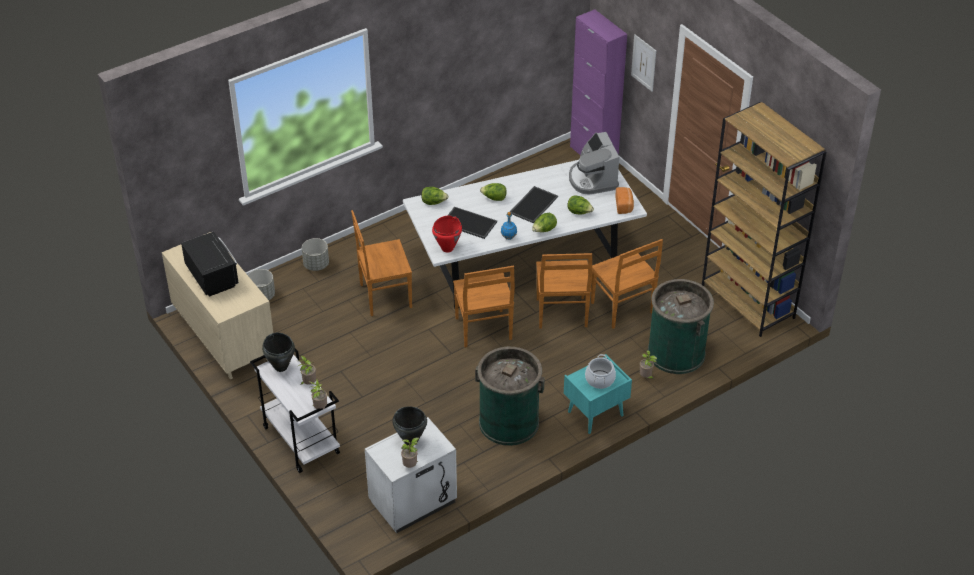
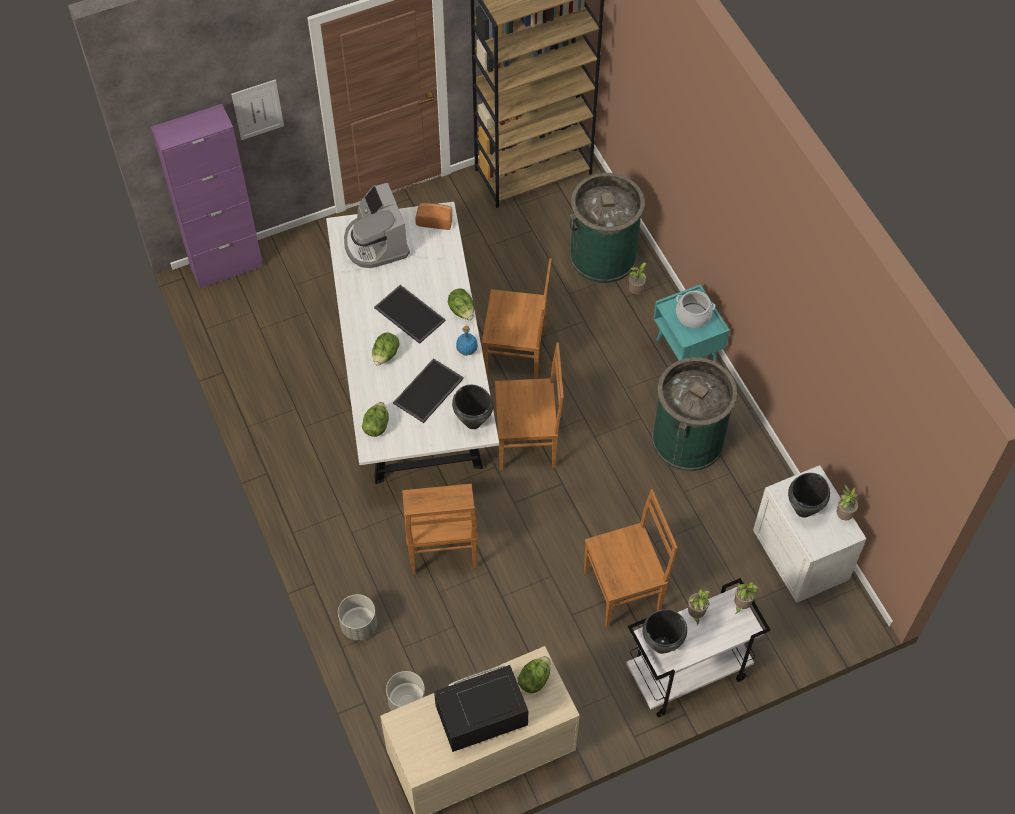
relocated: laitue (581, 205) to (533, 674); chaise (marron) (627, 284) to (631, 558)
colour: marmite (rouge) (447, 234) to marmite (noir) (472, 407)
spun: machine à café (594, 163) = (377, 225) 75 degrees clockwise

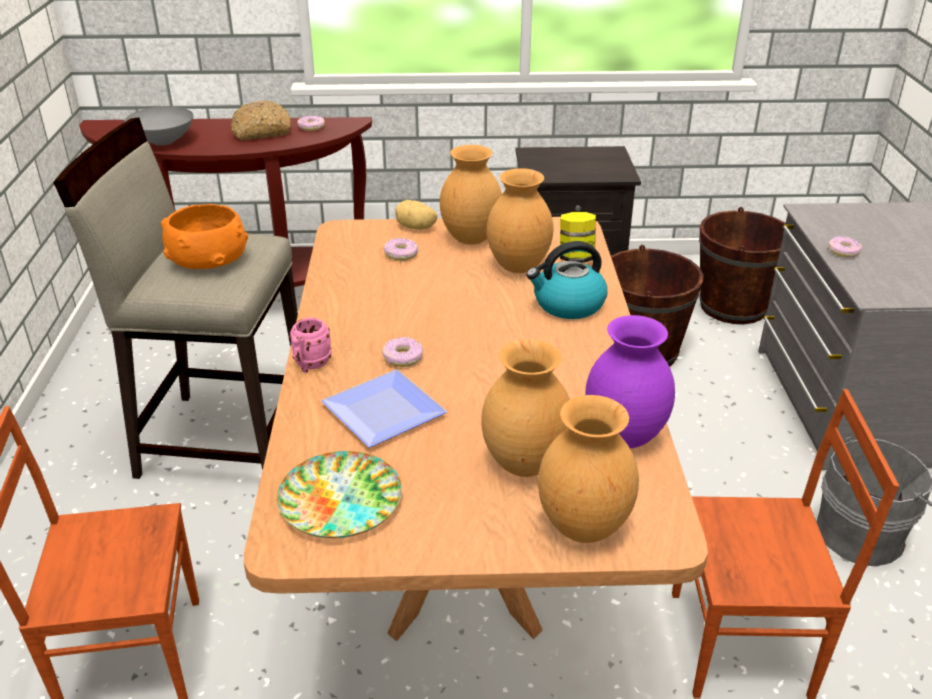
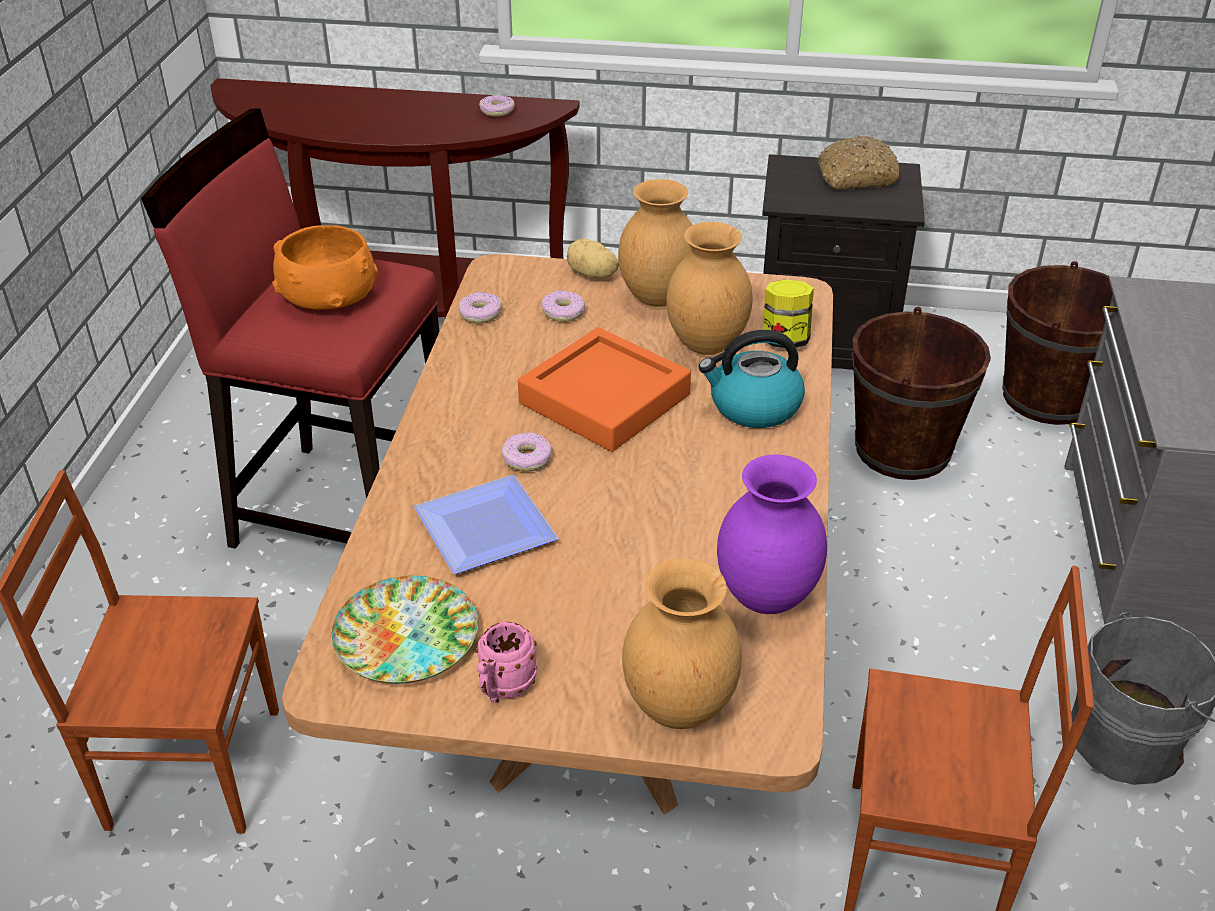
missing: bol (gris) (158, 126); vase (marron) (525, 408)
appeared: plateau (orange) (604, 389)
relocated: beignet (845, 247) to (480, 307); mug (rose) (310, 345) to (506, 662); pain (261, 120) to (858, 163)
colour: tabouret (beige) (175, 298) to tabouret (rouge) (290, 328)

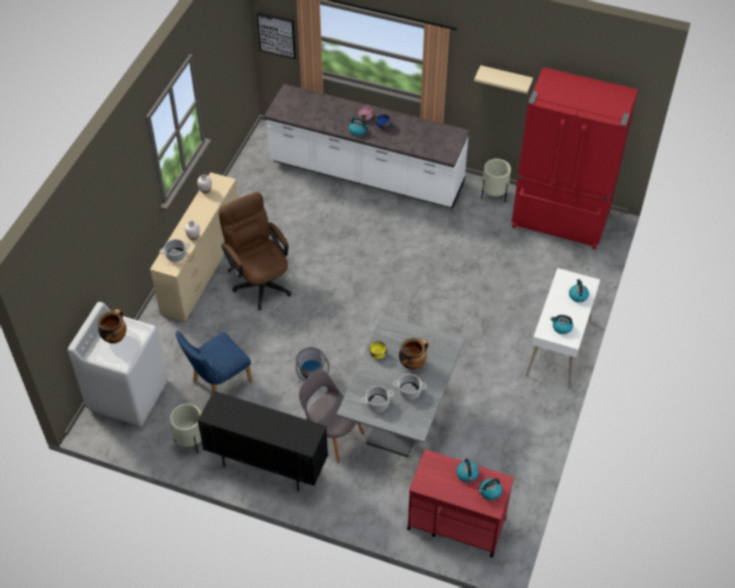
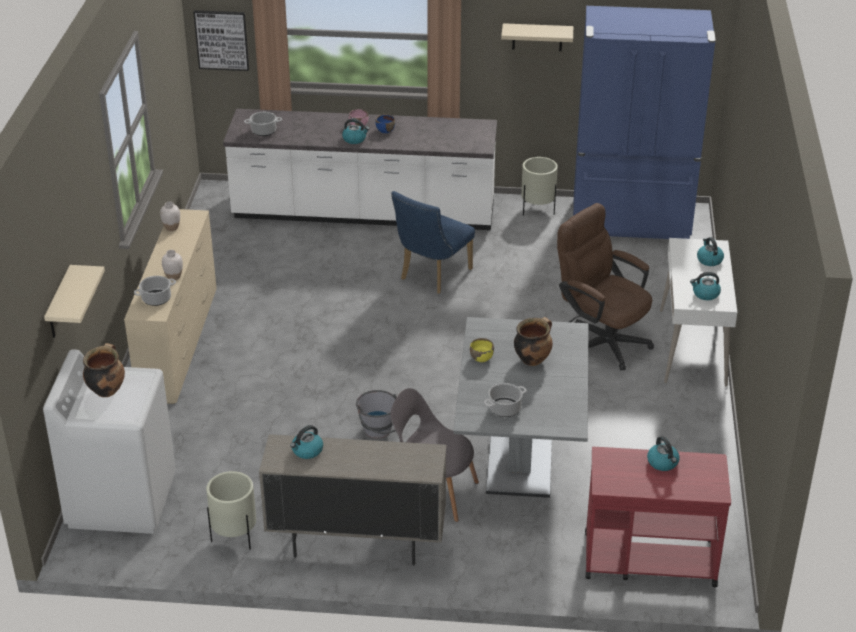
appeared: étagère (beige) (74, 301)
relocated: marmite (410, 386) to (263, 124); bouilloire (490, 489) to (306, 442); chaise (bleu) (213, 361) to (433, 242); chaise de bureau (marron) (255, 251) to (605, 286)
colour: meuble de rangement (noir) (263, 441) to meuble de rangement (beige) (353, 499); réfrigérateur (rouge) (575, 158) to réfrigérateur (bleu) (644, 122)

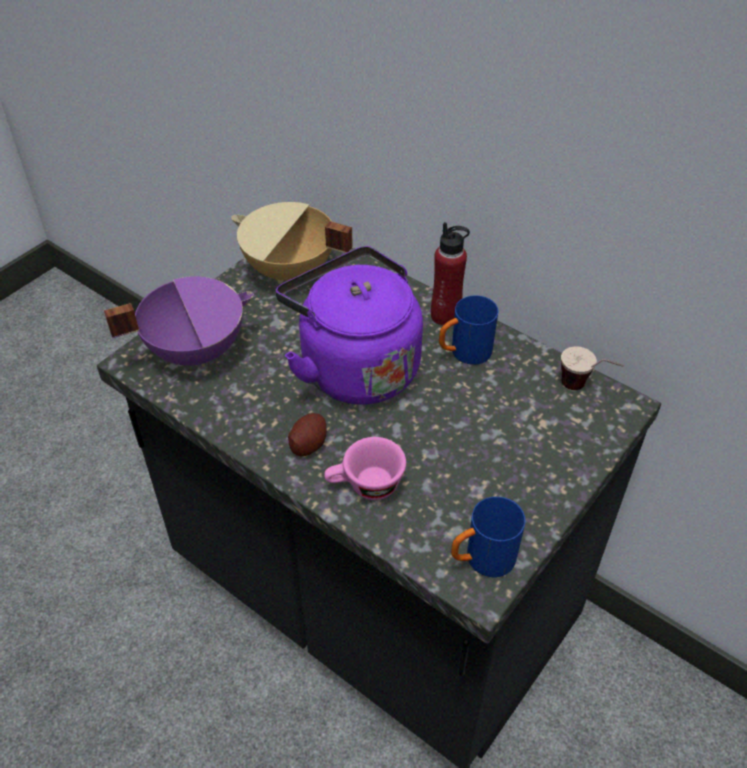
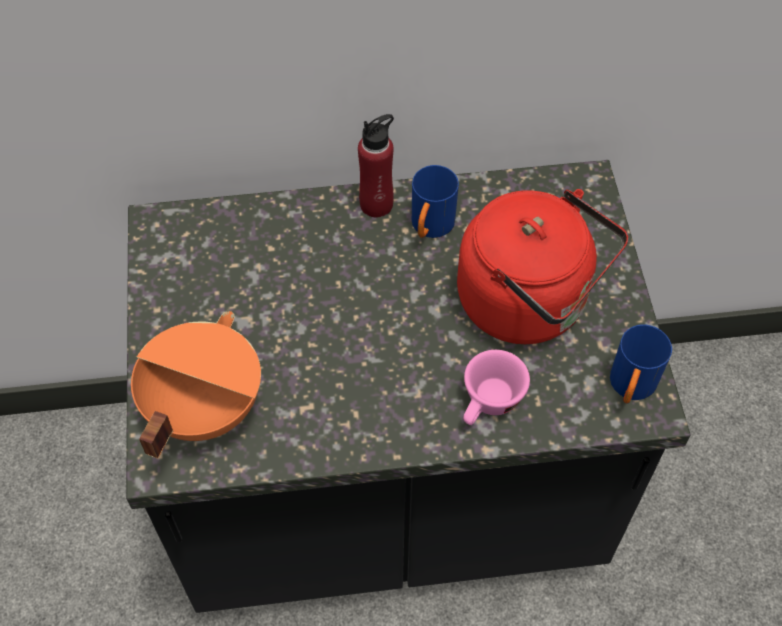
missing: marmite (beige) (292, 243); bouilloire (violet) (349, 325); pomme de terre (307, 434); tasse (592, 368)
appeared: bouilloire (rouge) (542, 266)
colour: marmite (violet) (179, 321) to marmite (orange) (196, 385)

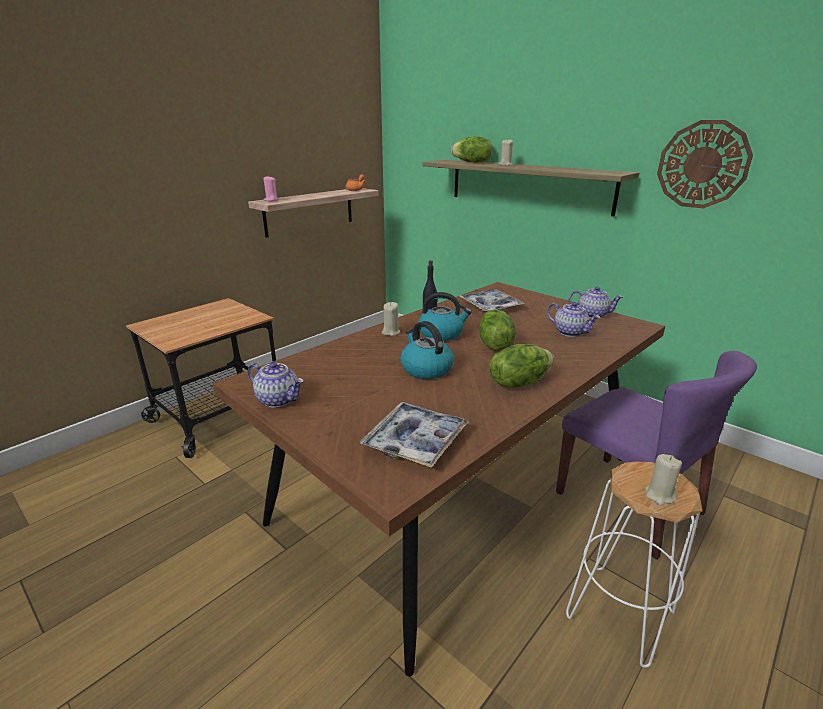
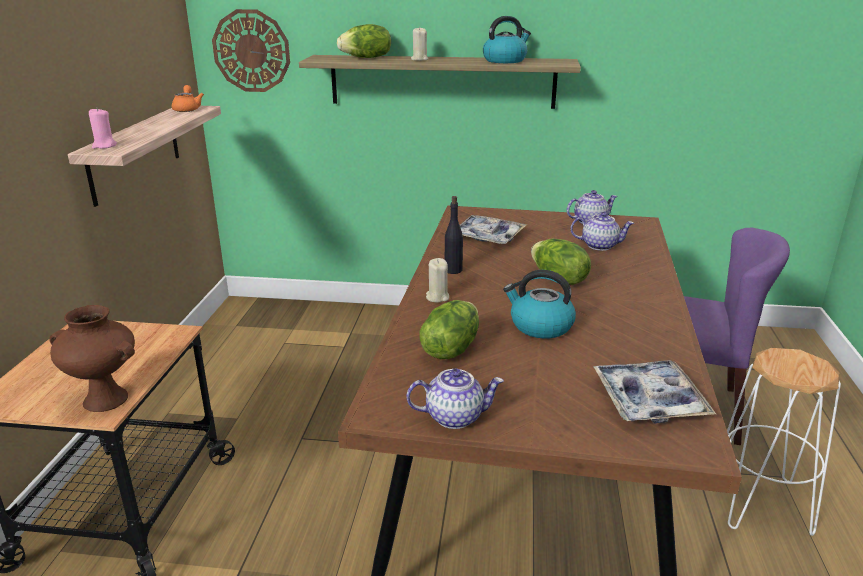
missing: bougie (beige) (664, 479)
appeared: vase (marron) (92, 358)
relocated: horloge murale (705, 164) to (251, 50); laitue (521, 366) to (449, 329); bouilloire (445, 316) to (507, 39)

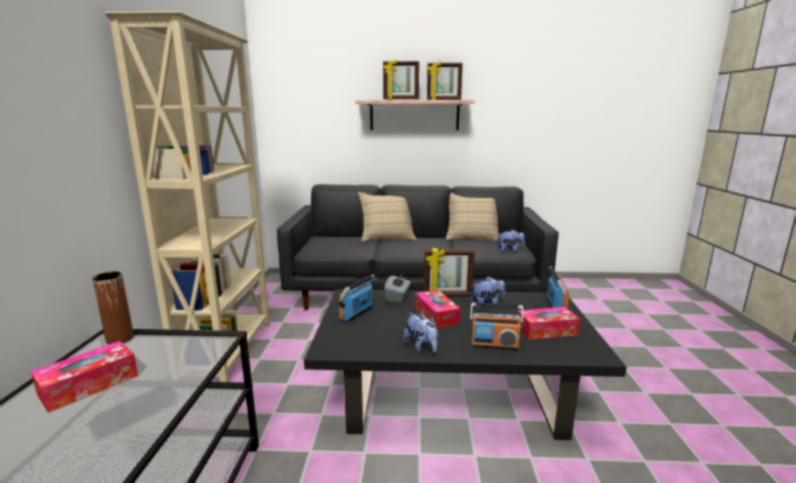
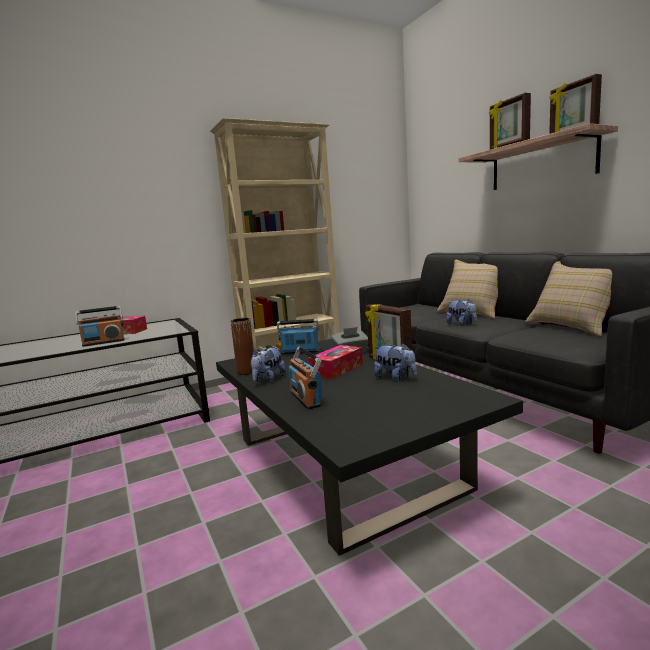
missing: boîte à mouchoirs (548, 323)
relocated: radio (558, 287) to (100, 326); vase (marron) (113, 308) to (242, 346); peluche (511, 241) to (461, 312)

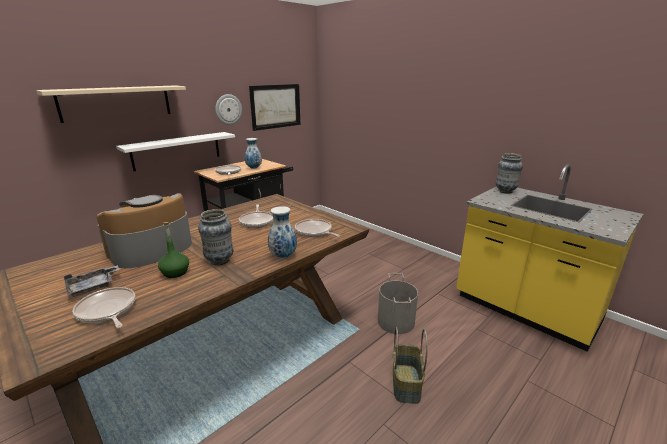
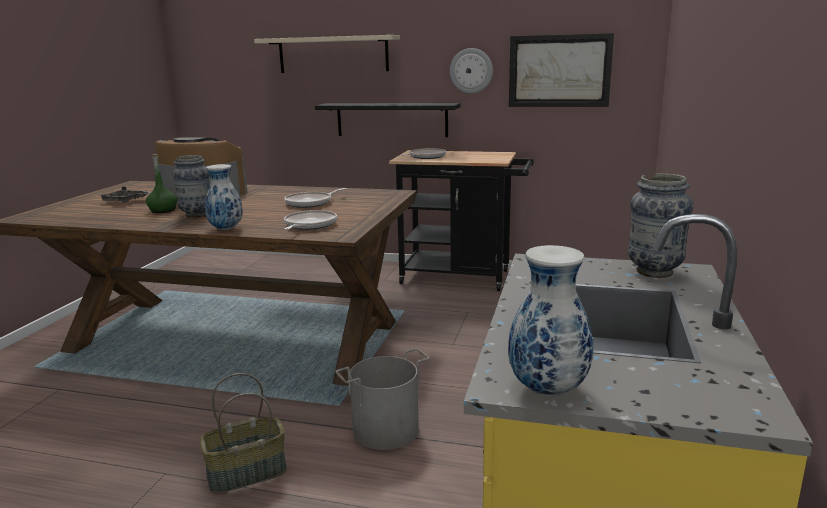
missing: poêle (103, 307)
relocated: vase (253, 153) to (550, 321)
colour: étagère (blanc) (175, 151) to étagère (noir) (387, 120)

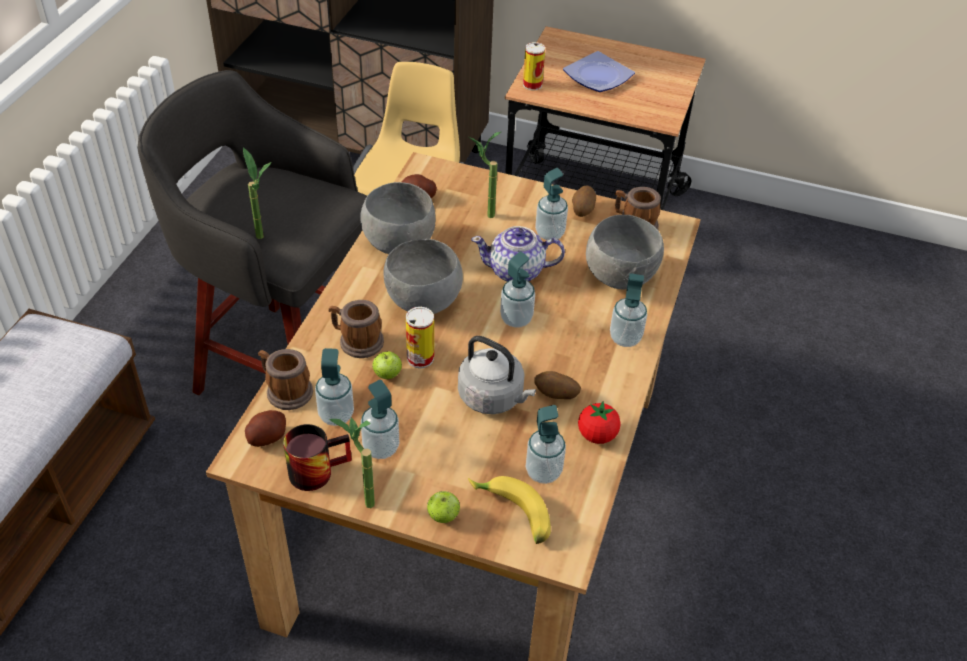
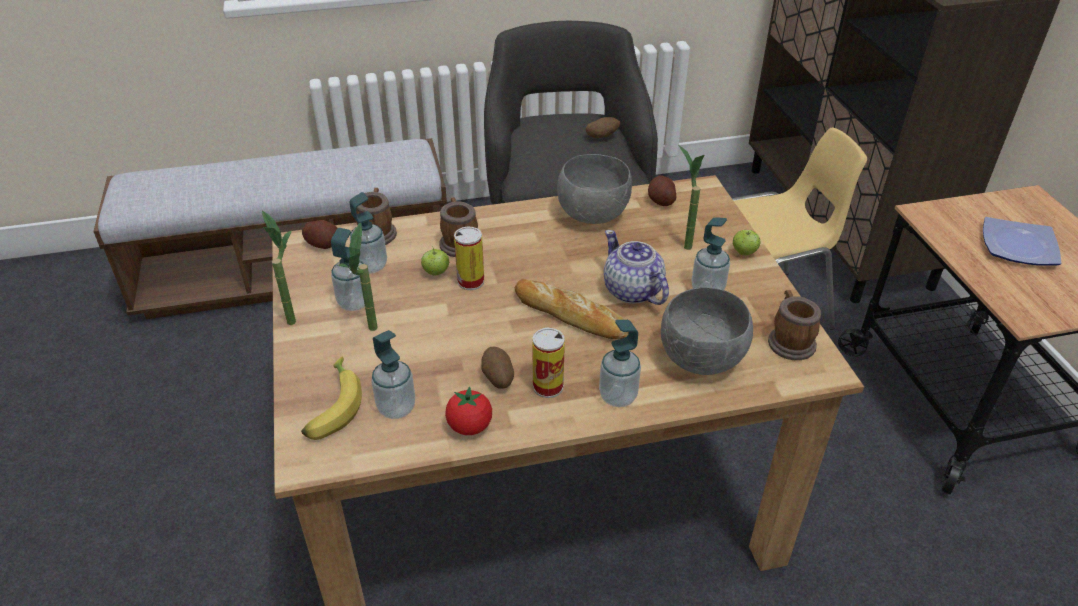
missing: mug (317, 457); bol (gris) (423, 276); bouilloire (gris) (497, 375)
relocated: plante en pot (257, 193) to (357, 277); boîte métallique (534, 66) to (548, 362); pomme de terre (584, 201) to (603, 127); pomme (443, 507) to (747, 243)
exchanged: distributeur de savon (517, 290) to pain (572, 309)

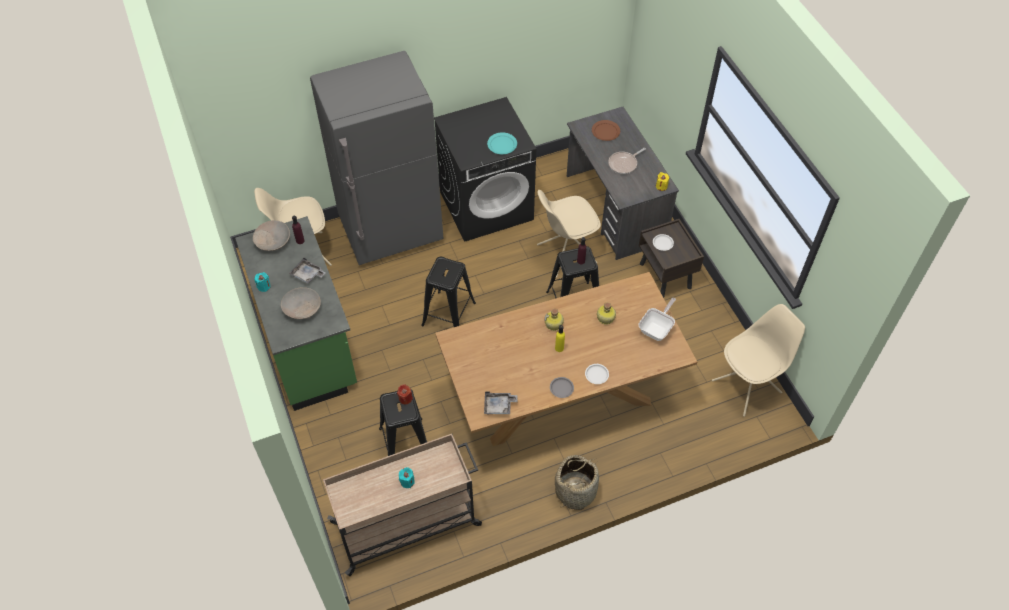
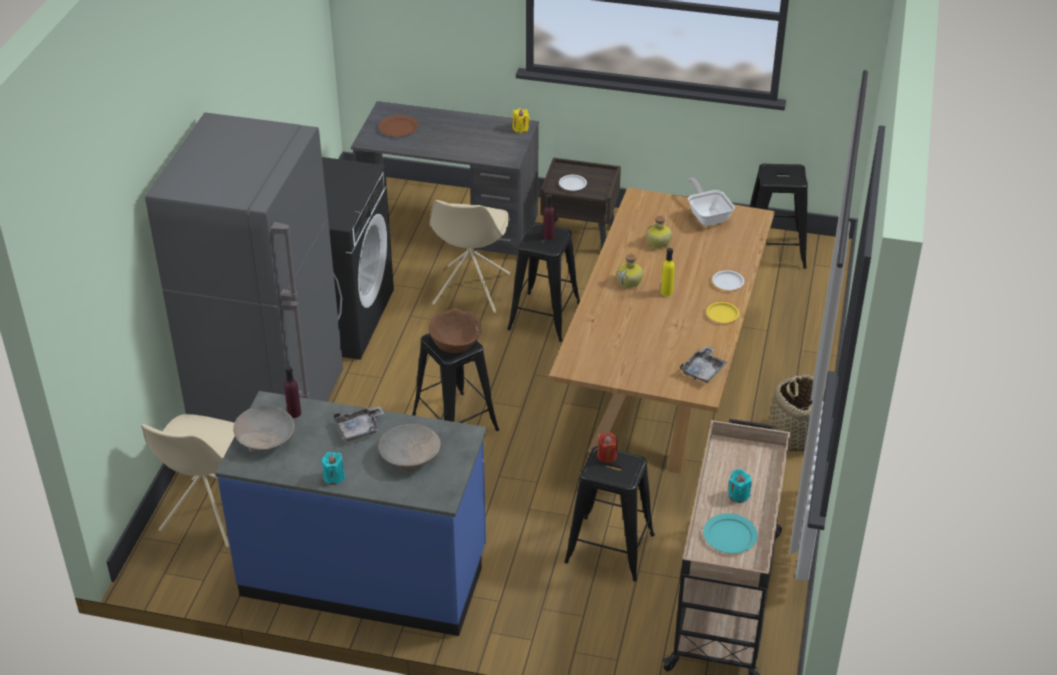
missing: poêle (627, 161)
appeared: bol (marron) (455, 330)
relocated: assiette (turquoise) (502, 143) to (730, 533)
exchanged: chaise (beige) (758, 360) to tabouret (noir) (779, 216)
colour: comptoir de cuisine (vert) (296, 313) to comptoir de cuisine (bleu) (351, 513); assiette (gris) (562, 387) to assiette (jaune) (722, 312)

